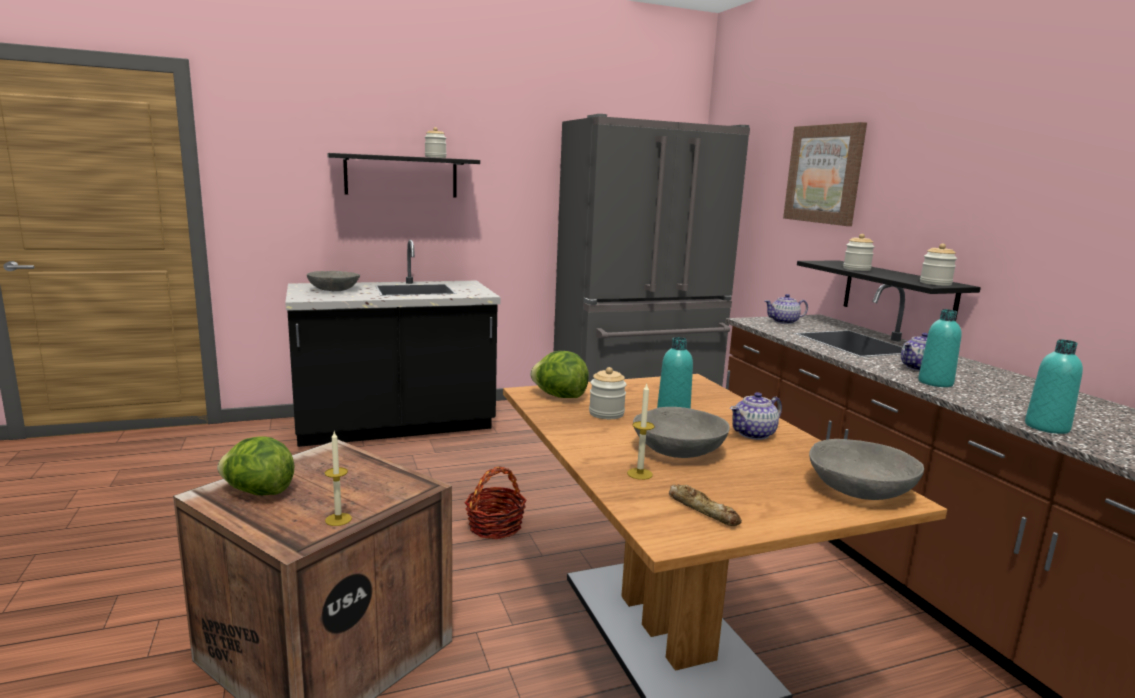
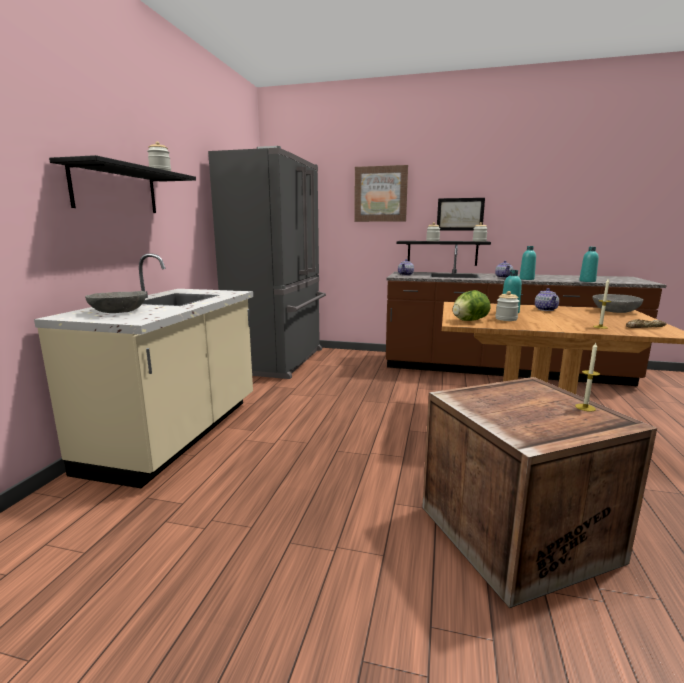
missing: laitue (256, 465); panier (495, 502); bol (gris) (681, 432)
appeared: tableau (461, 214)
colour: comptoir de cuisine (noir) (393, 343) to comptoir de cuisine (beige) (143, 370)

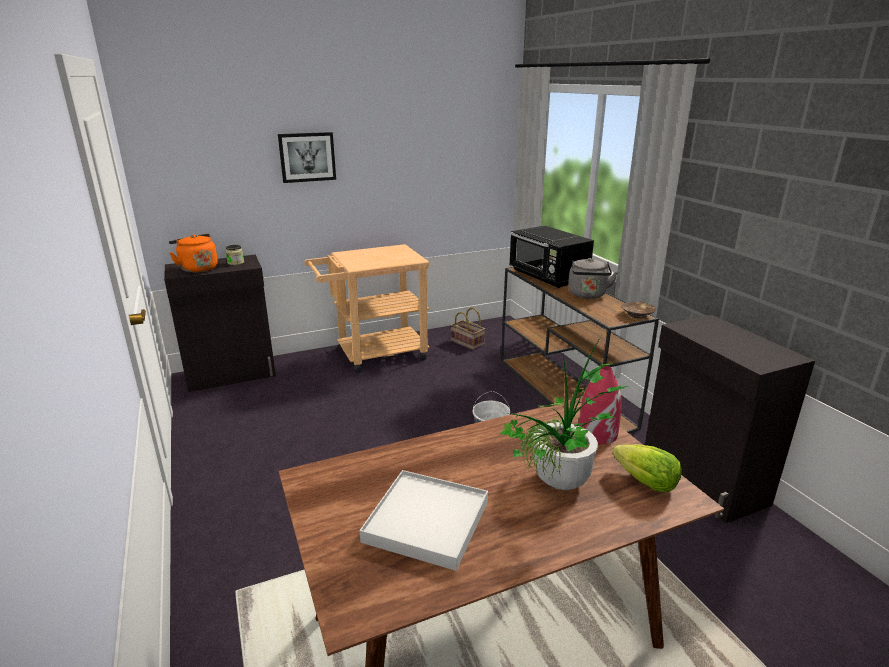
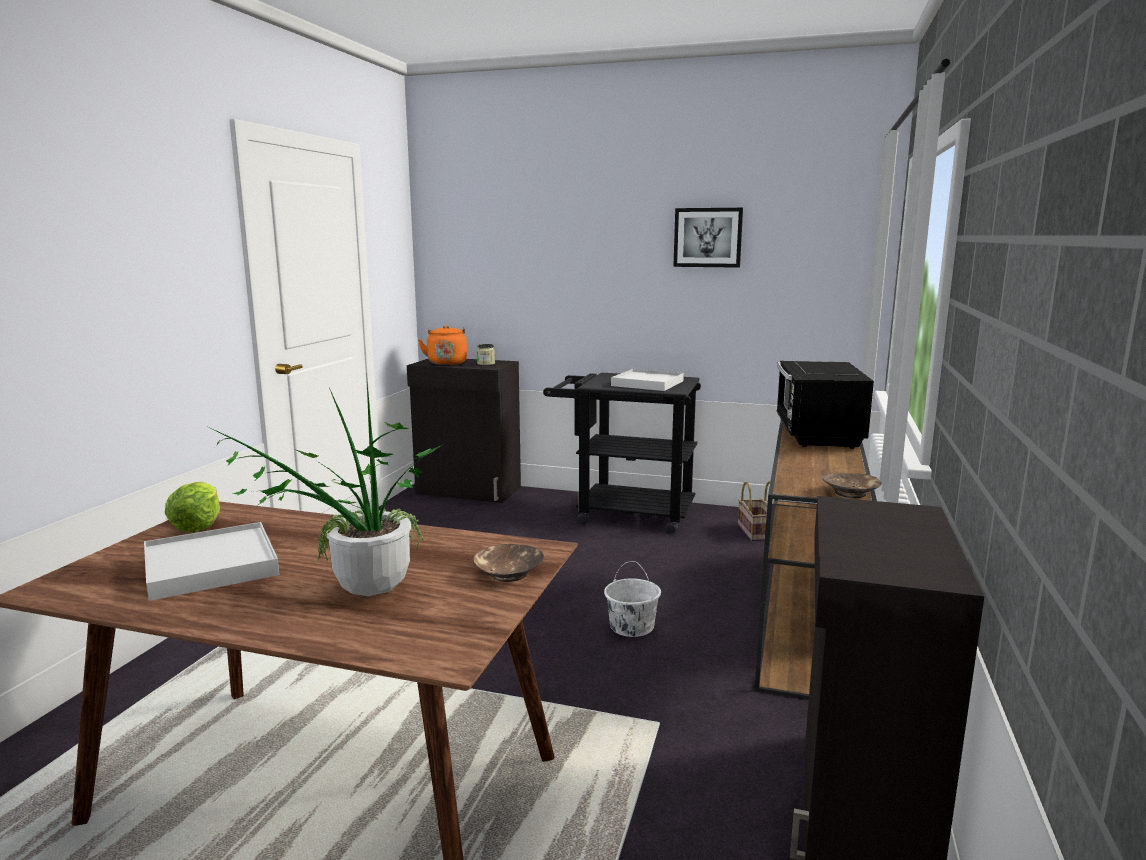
missing: bouilloire (gris) (593, 278)
appeared: plateau (blanc) (647, 380)
relocated: laitue (647, 468) to (192, 507); tableau (307, 157) to (708, 238)
exchanged: vase (rouge) (600, 405) to bol (marron) (508, 563)
colour: chariot (beige) (367, 308) to chariot (noir) (622, 453)

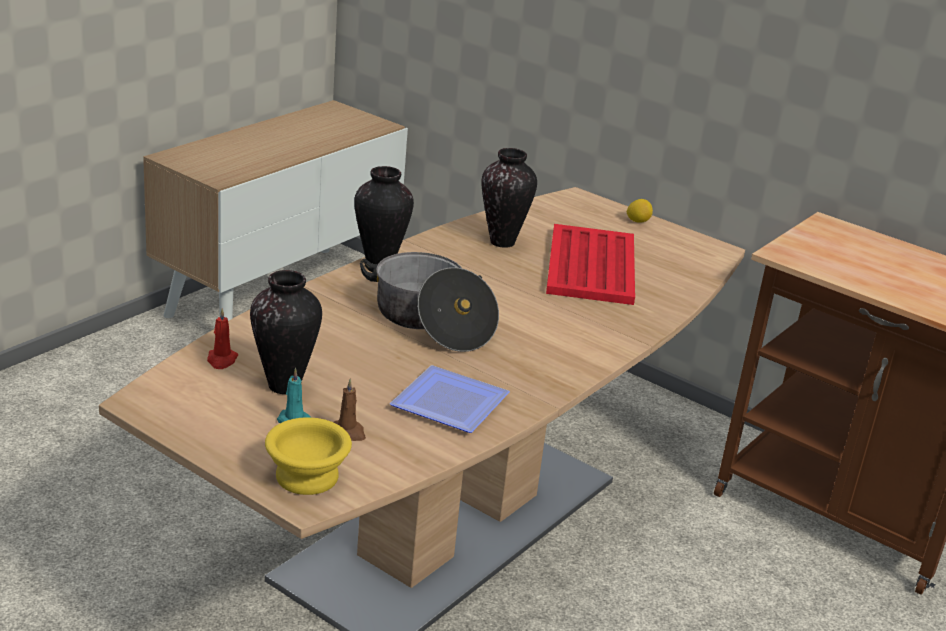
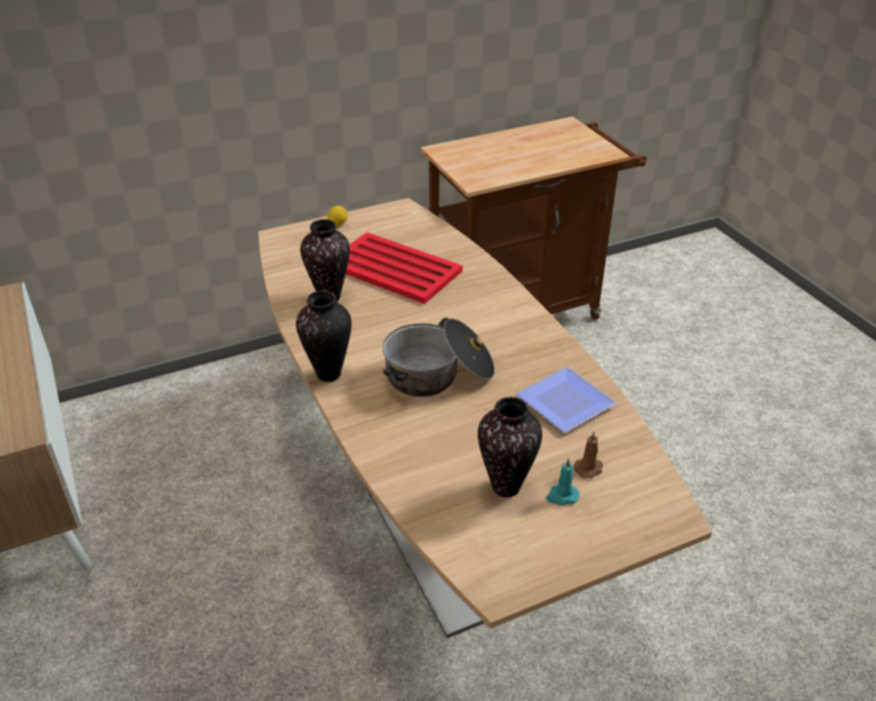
missing: bougie (rouge) (222, 338); bol (jaune) (308, 456)

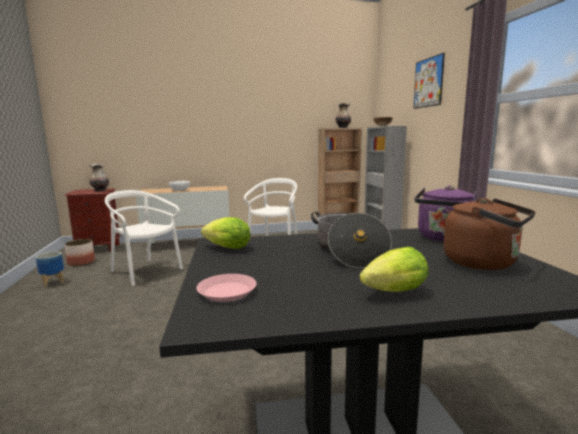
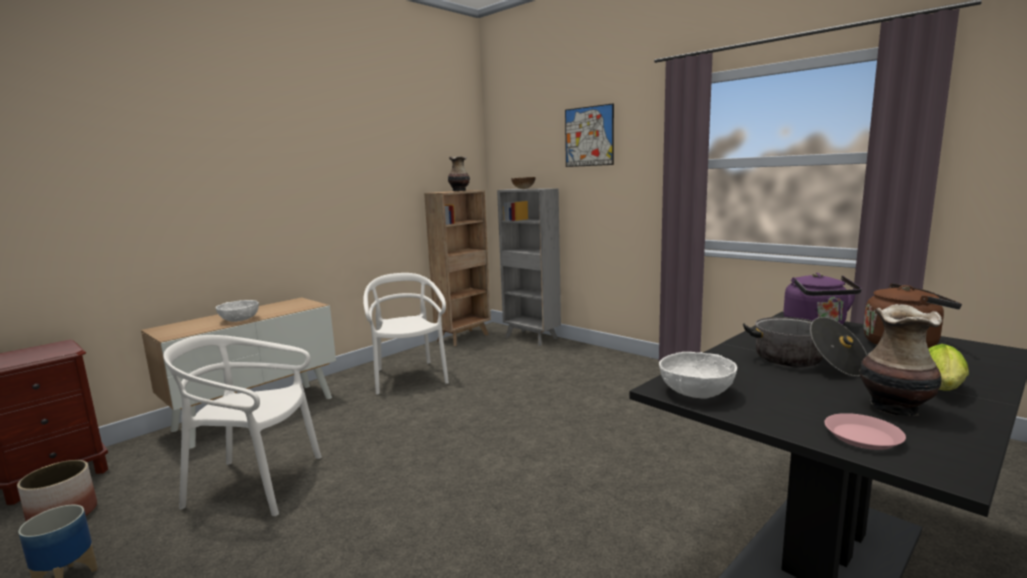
relocated: vase (99, 178) to (900, 360)
exchanged: laitue (226, 233) to bol (blanc) (698, 375)

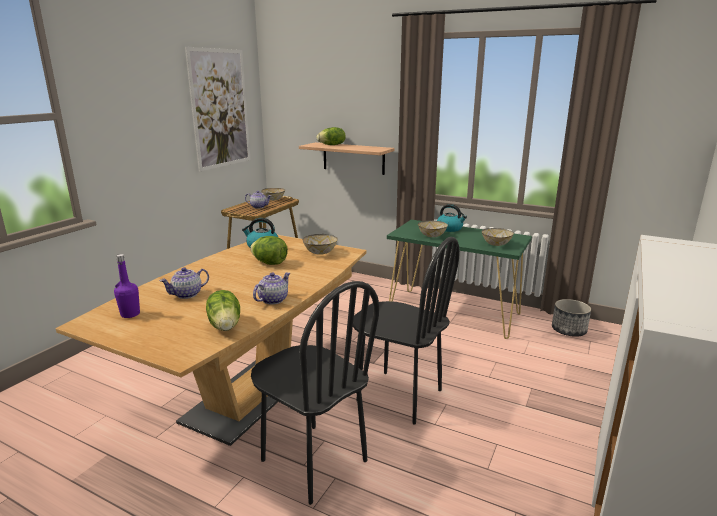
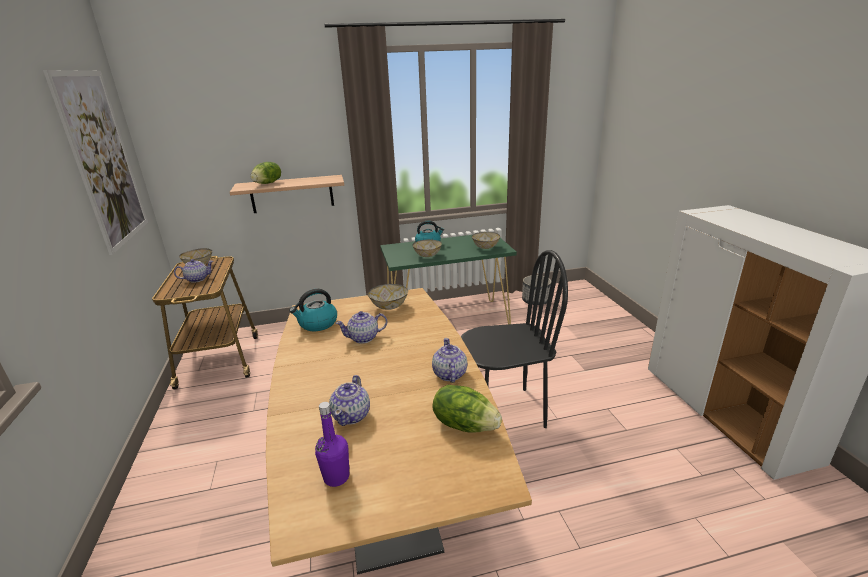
missing: chaise (noir) (315, 393)
exchanged: laitue (269, 250) to théière (361, 327)

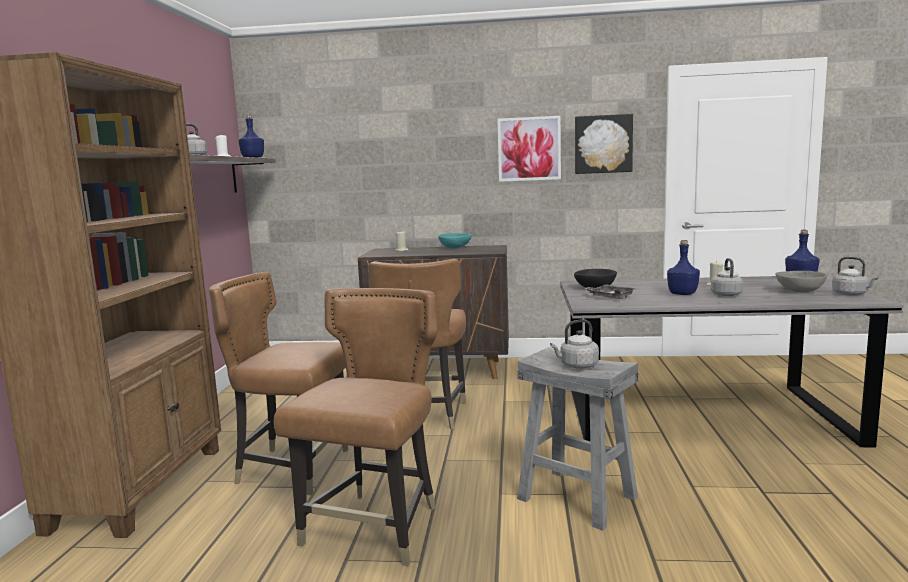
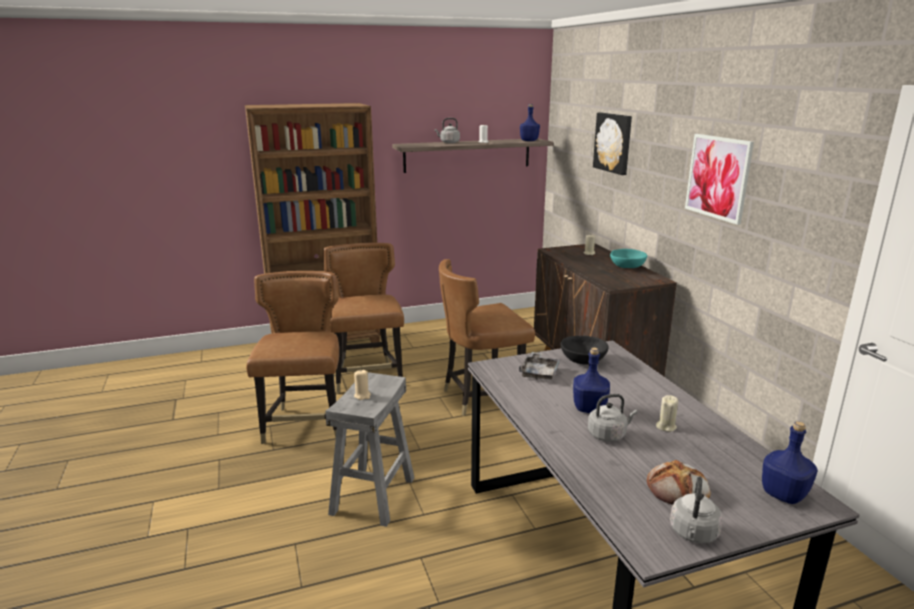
relocated: tableau (604, 144) to (612, 144)
exchanged: bouilloire (gris) (574, 344) to bougie (beige) (362, 385); bol (gris) (801, 281) to pain (679, 482)
spun: chaise (marron) (355, 427) = (292, 357) 90 degrees counterclockwise

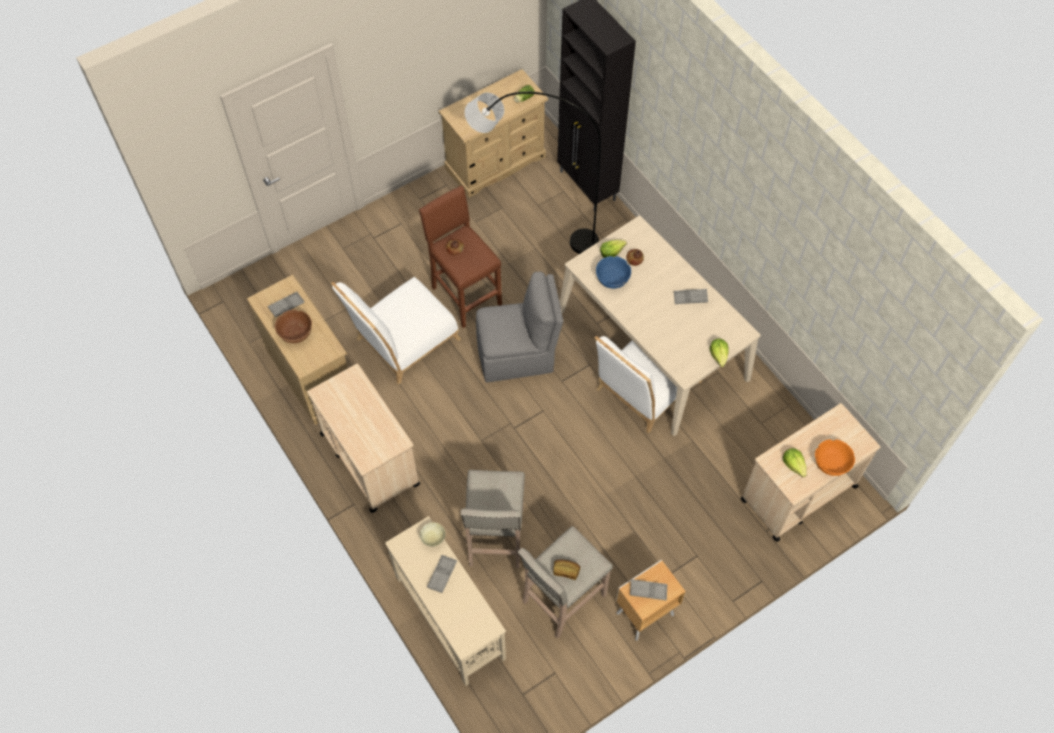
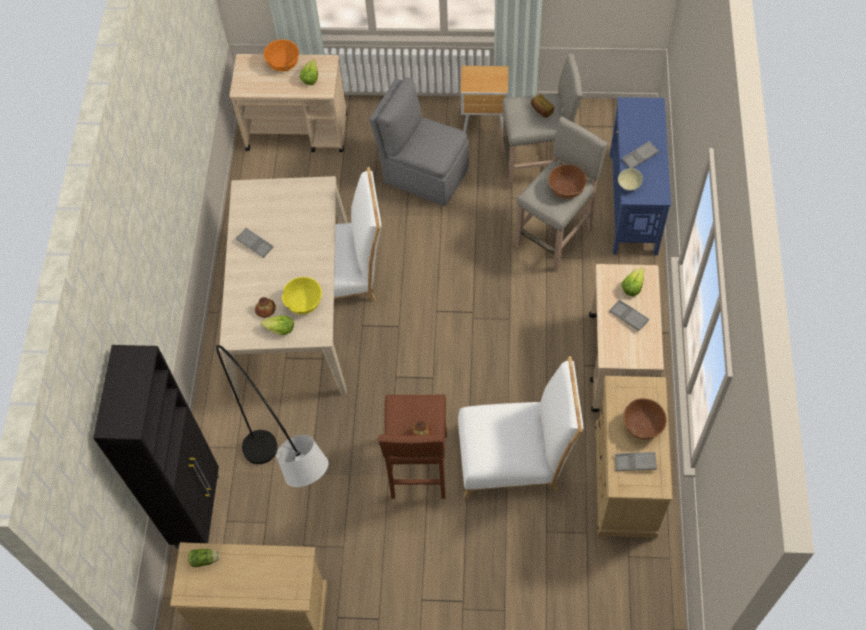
appeared: bol (marron) (567, 181)
relocated: chaise (gris) (519, 326) to (419, 141); plateau (gris) (648, 589) to (629, 315); laitue (719, 352) to (632, 282)
colour: bol (bleu) (613, 272) to bol (jaune) (302, 296); table console (beige) (445, 601) to table console (bleu) (640, 176)

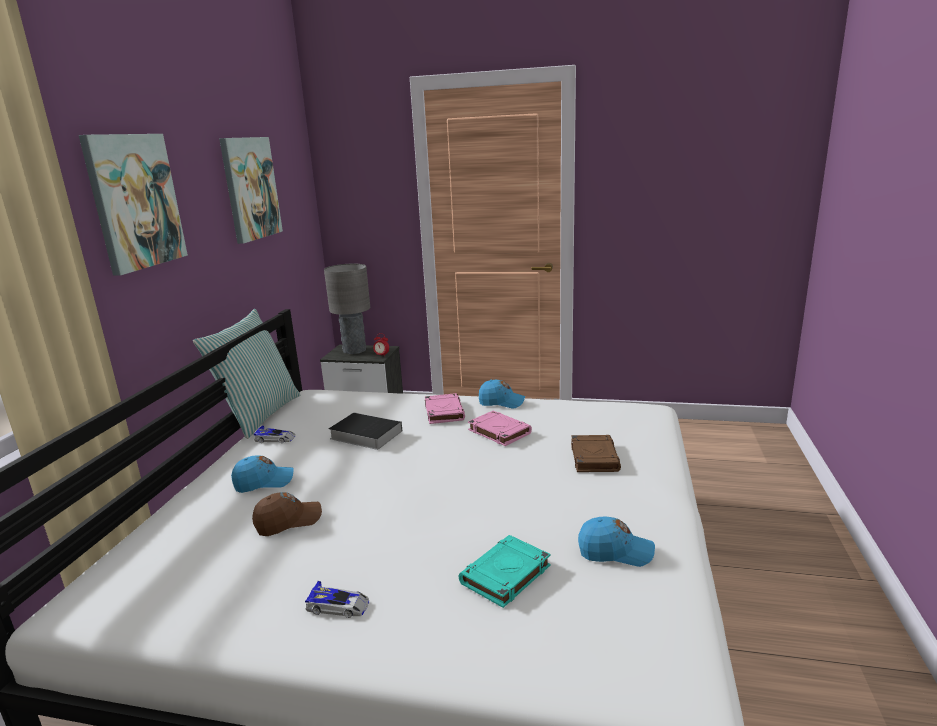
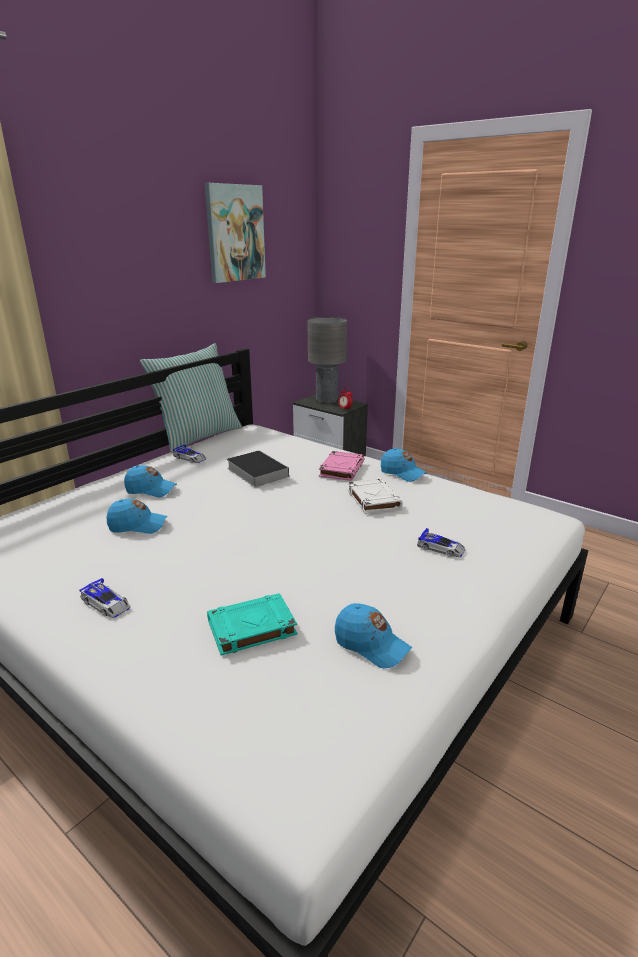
missing: tableau (133, 204)
exchanged: livre (marron) (596, 453) to petite voiture (441, 542)
colour: casquette (marron) (287, 514) to casquette (bleu) (136, 516); livre (rose) (500, 428) to livre (blanc) (375, 496)

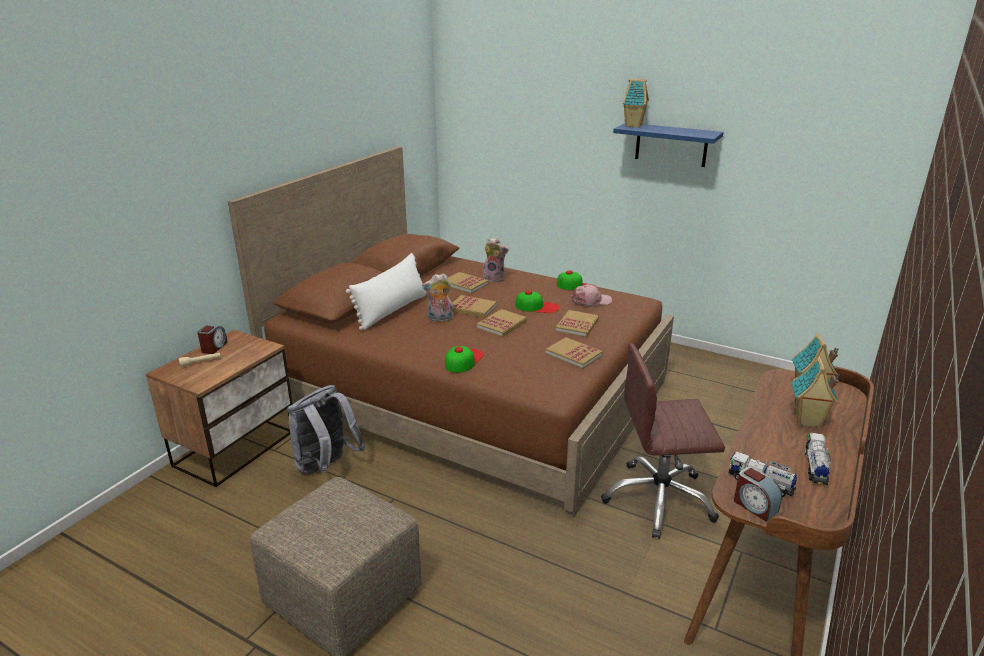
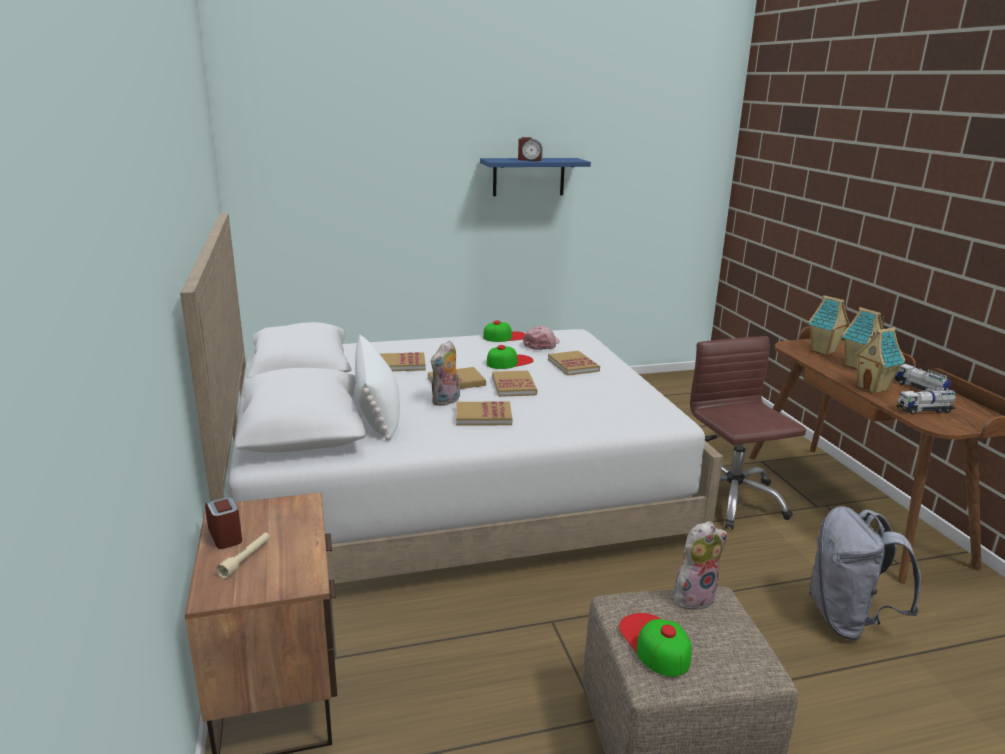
relocated: livre (574, 353) to (484, 413); réveil (758, 494) to (530, 149); casquette (464, 359) to (655, 645); peluche (495, 259) to (700, 565); sac à dos (gris) (326, 429) to (864, 573); maison miniature (636, 103) to (879, 360)
colour: lit (marron) (451, 331) to lit (blanc) (451, 398)
spun: chaise de bureau (marron) (663, 441) = (748, 433) 120 degrees clockwise

